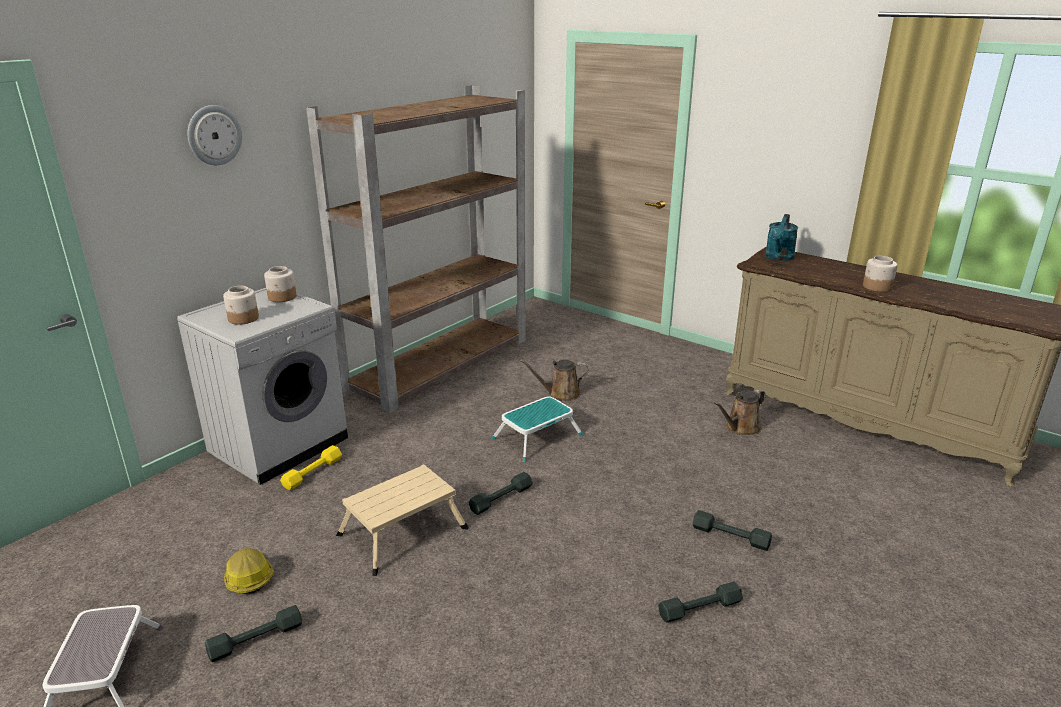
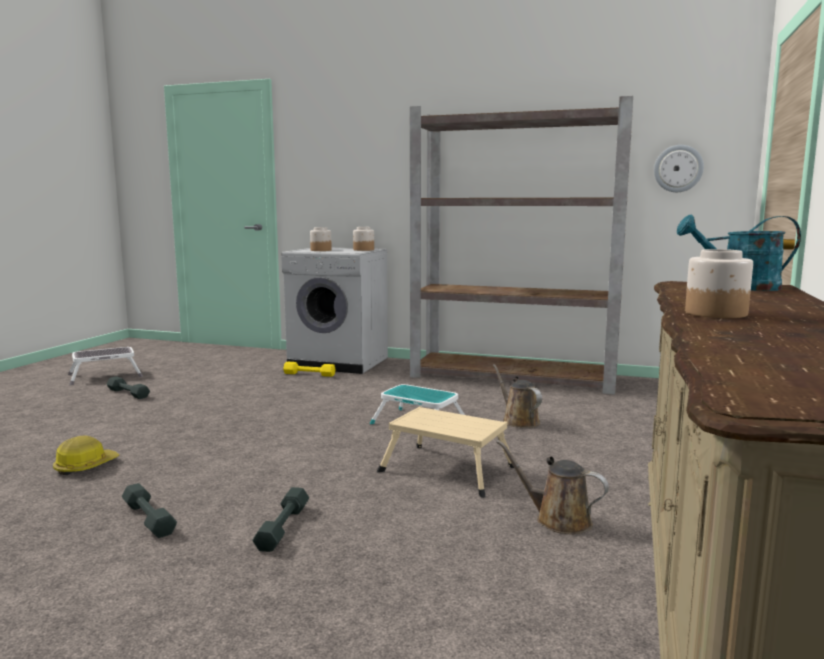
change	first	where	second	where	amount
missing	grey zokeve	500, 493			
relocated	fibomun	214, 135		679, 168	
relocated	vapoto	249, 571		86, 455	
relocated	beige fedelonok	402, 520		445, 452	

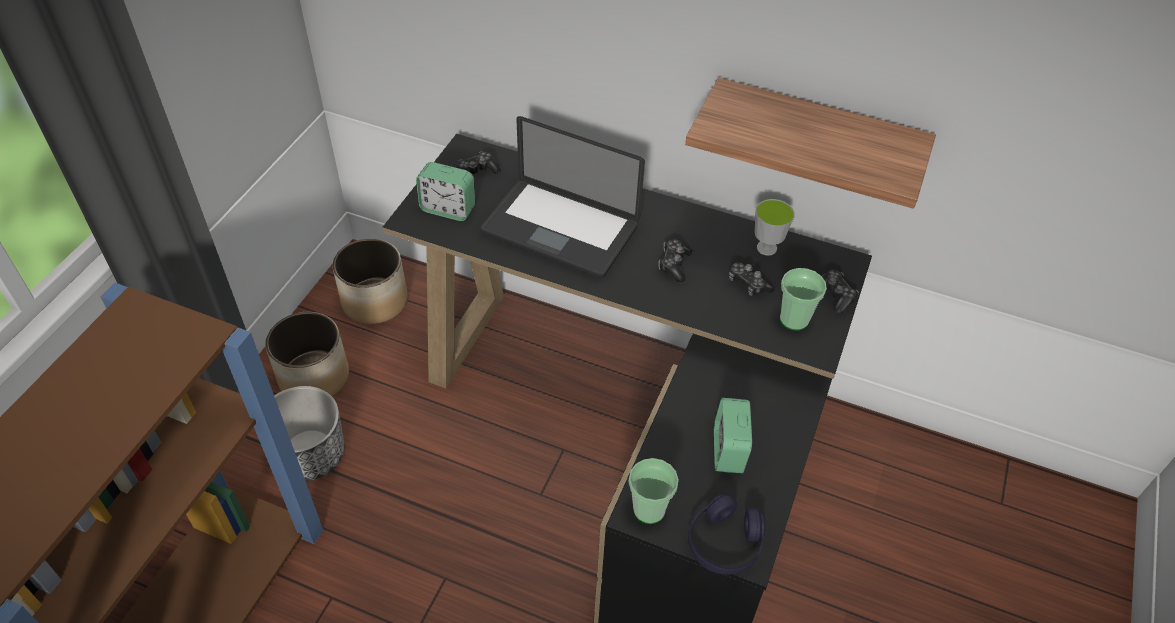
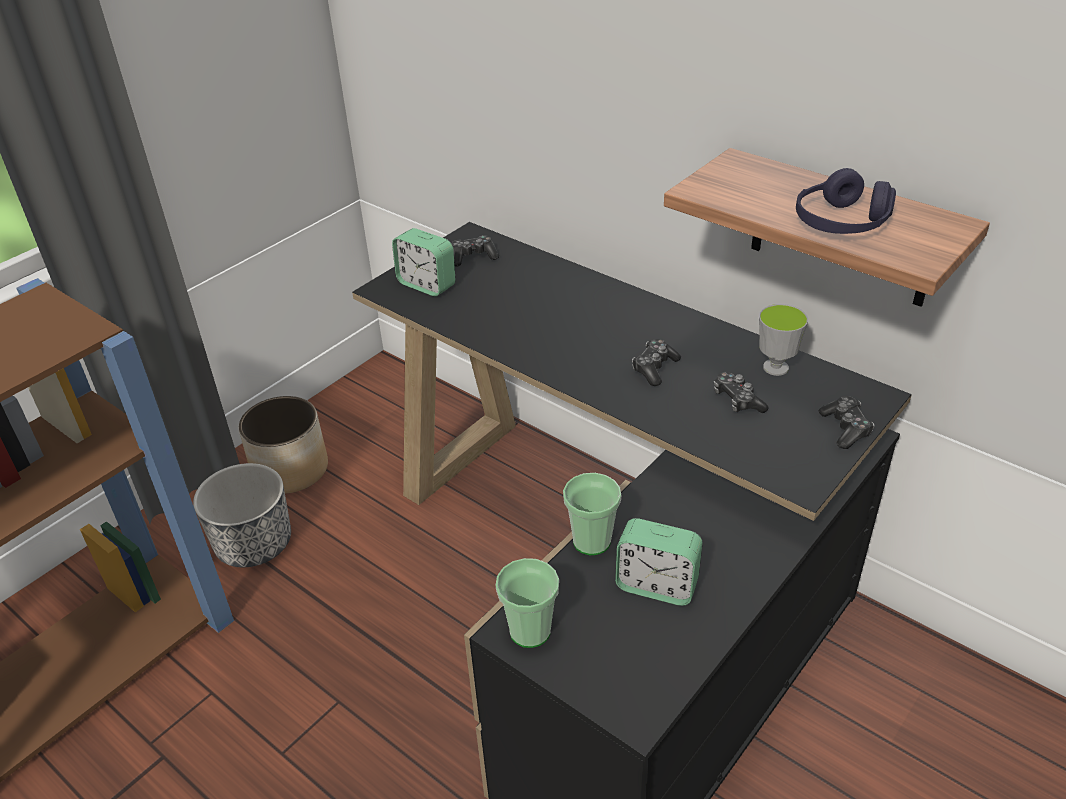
change	first	where	second	where	amount
missing	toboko	370, 281			
missing	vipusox	563, 197			
relocated	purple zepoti	727, 534		846, 201	
relocated	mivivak	803, 299		592, 514	
spun	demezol	733, 435		659, 562	90 degrees counterclockwise

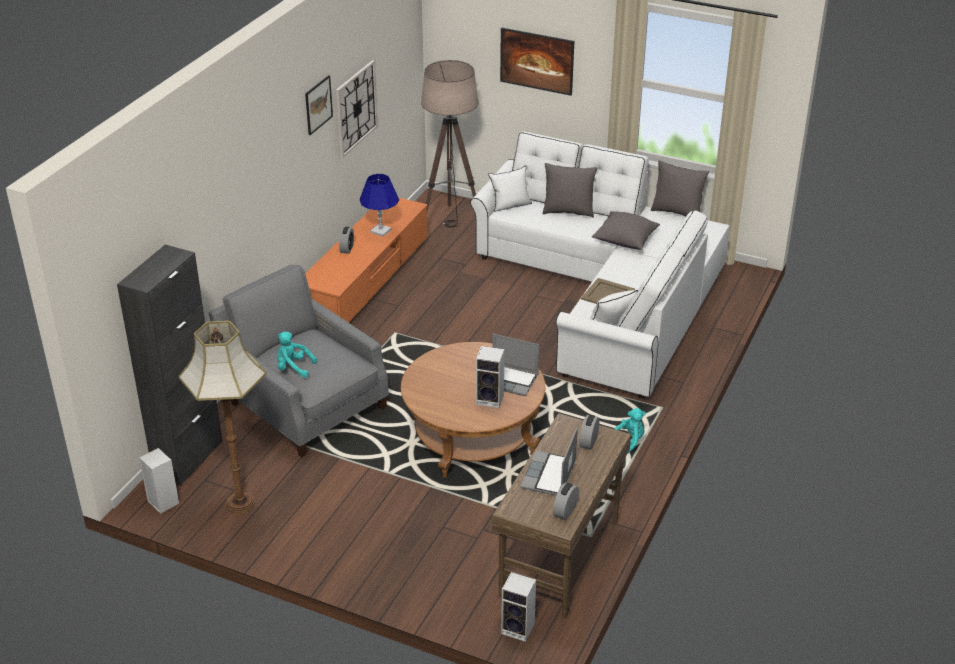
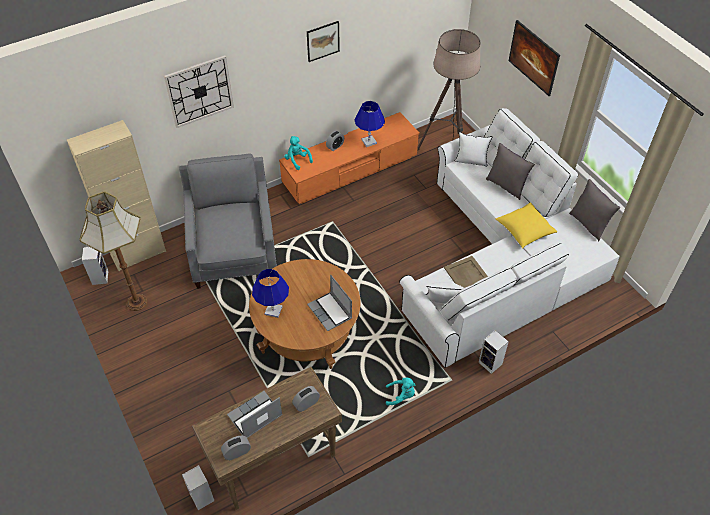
change	first	where	second	where	amount
appeared			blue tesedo	270, 293	
relocated	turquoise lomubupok	297, 354		298, 153	
relocated	fibomun	357, 109		199, 91	
relocated	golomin	490, 377		493, 352	
colour	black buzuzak	170, 365	beige buzuzak	116, 195	
colour	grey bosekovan	626, 230	yellow bosekovan	526, 225	

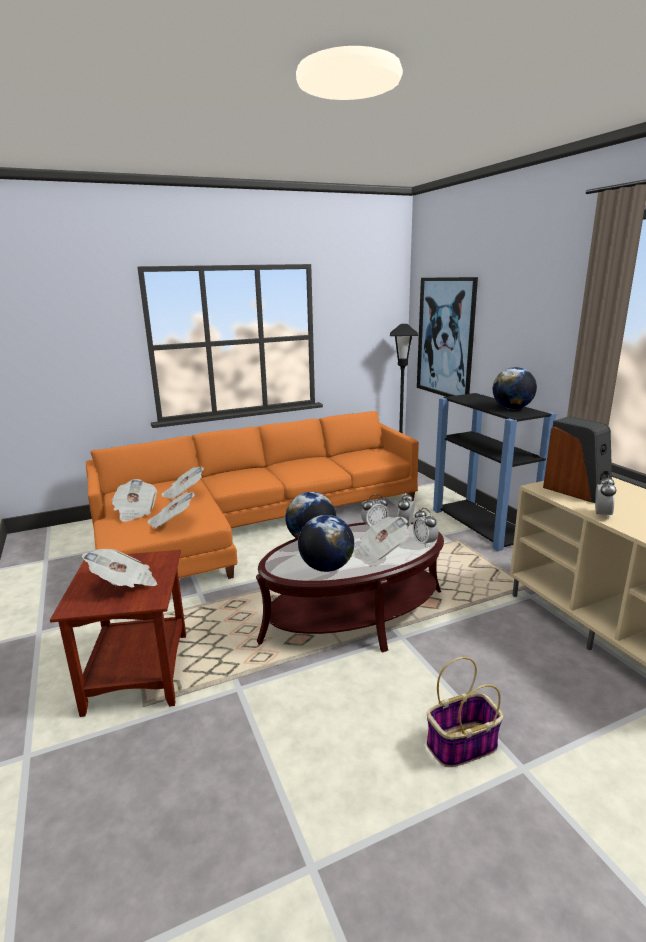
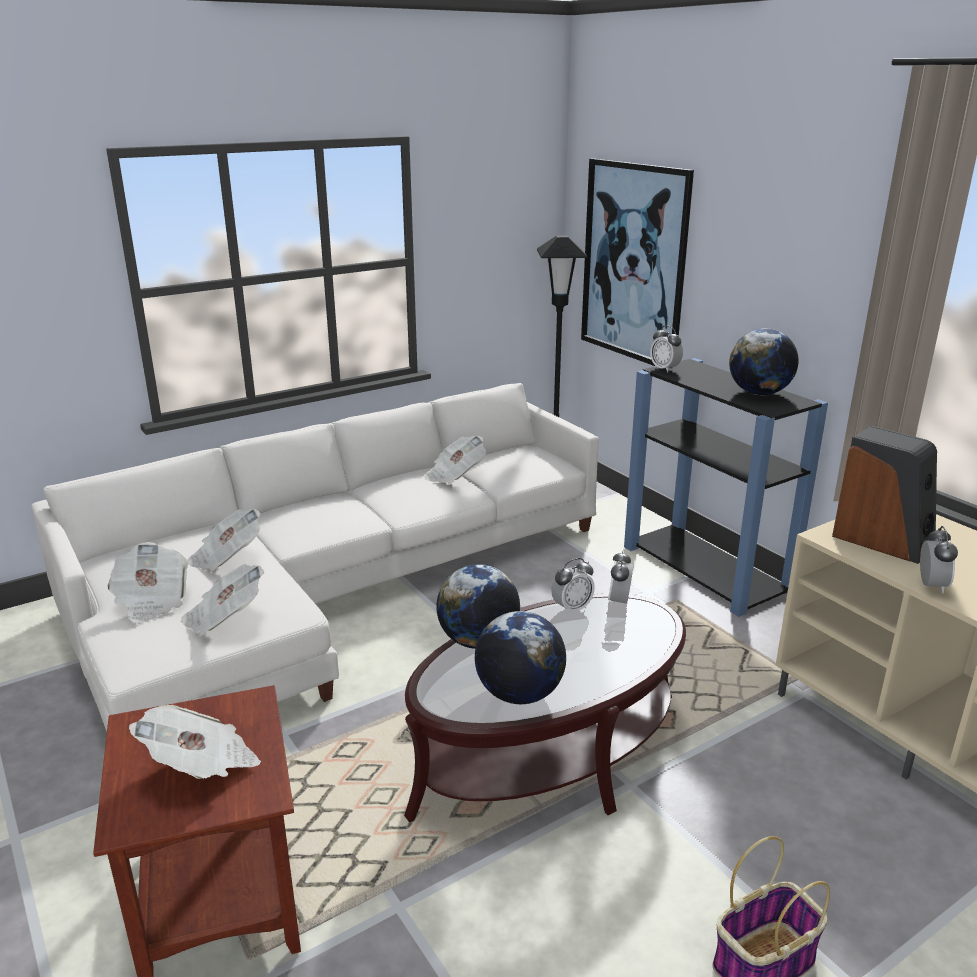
change	first	where	second	where	amount
relocated	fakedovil	380, 540		455, 460	
relocated	demezol	426, 527		666, 349	
colour	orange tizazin	252, 495	white tizazin	315, 557	

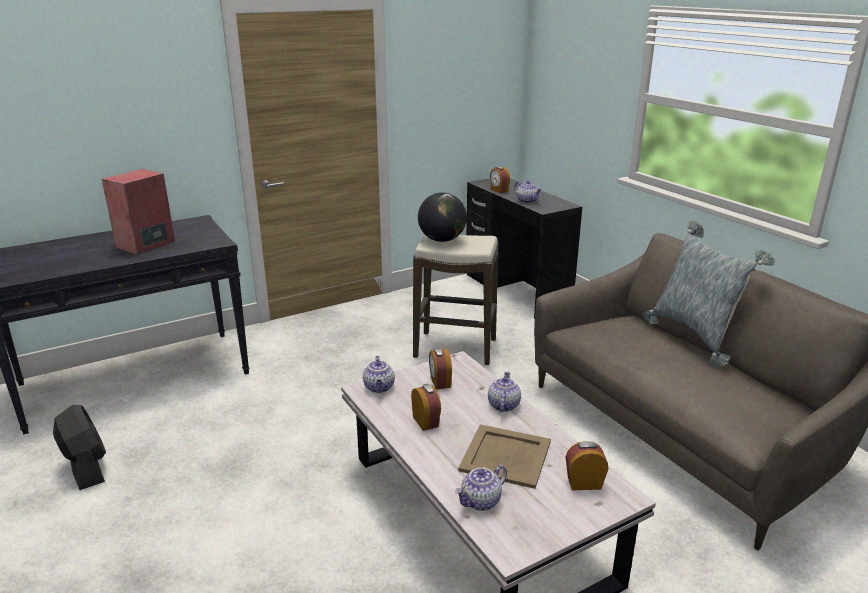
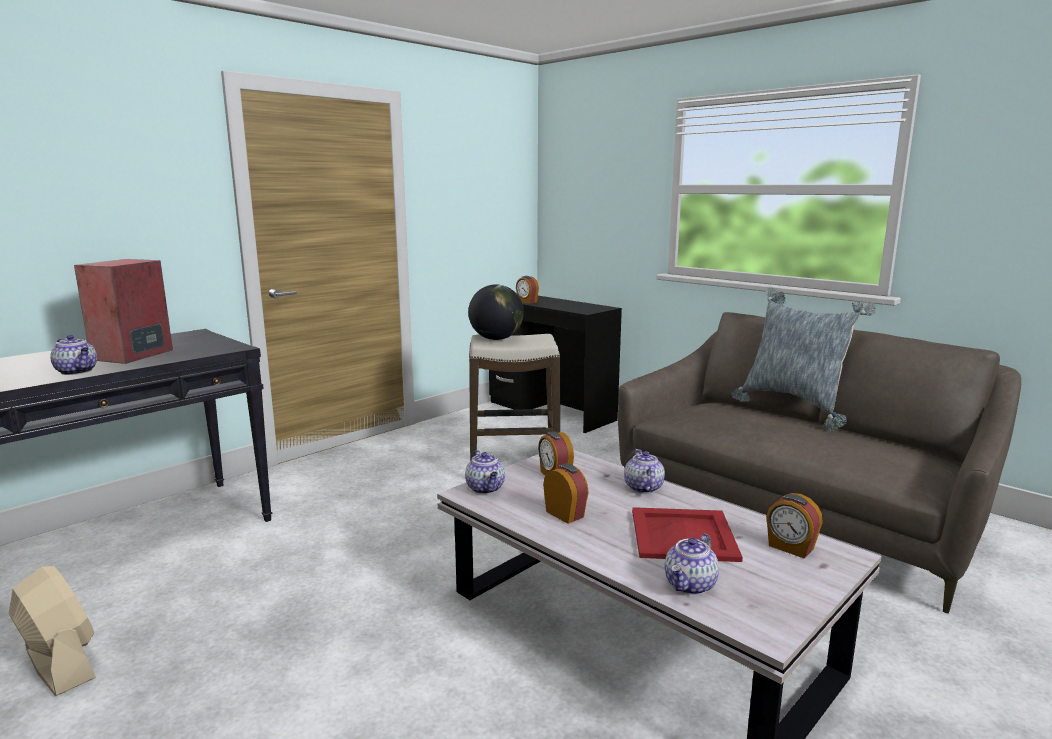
change	first	where	second	where	amount
relocated	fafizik	527, 192		73, 355	
colour	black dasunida	79, 447	beige dasunida	52, 631	
colour	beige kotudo	504, 456	red kotudo	687, 534	
spun	demezol	587, 465		794, 526	120 degrees counterclockwise

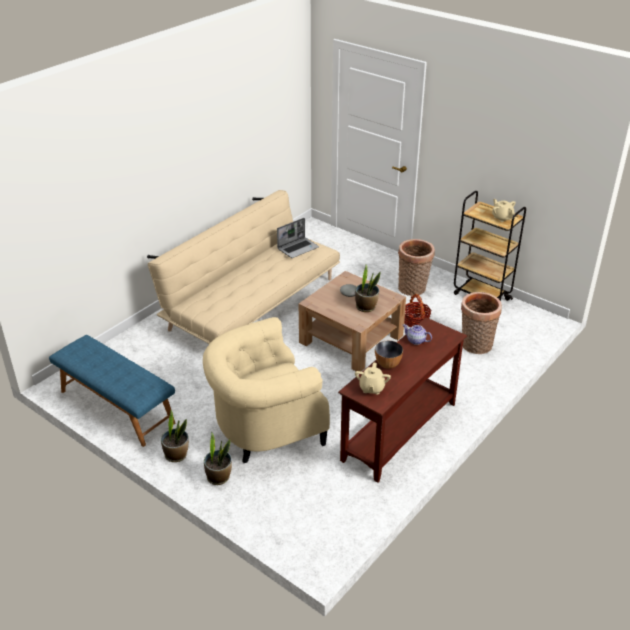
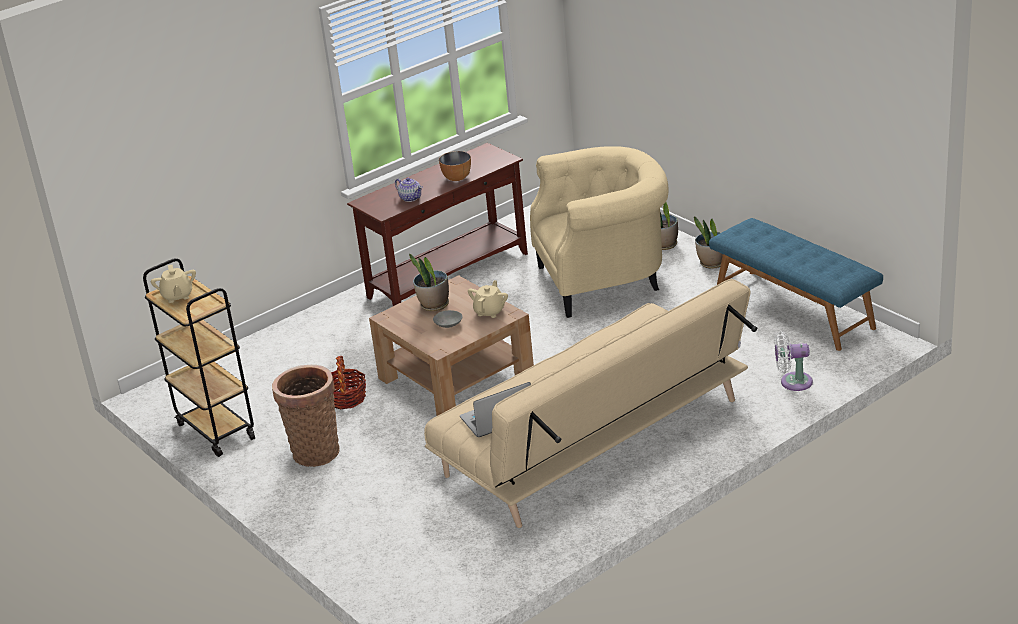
change	first	where	second	where	amount
missing	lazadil	481, 323			
appeared			white dasunida	793, 361	
relocated	beige fafizik	373, 379		488, 299	

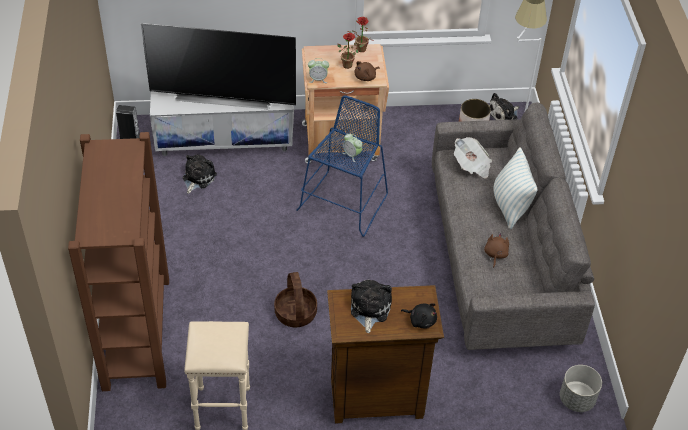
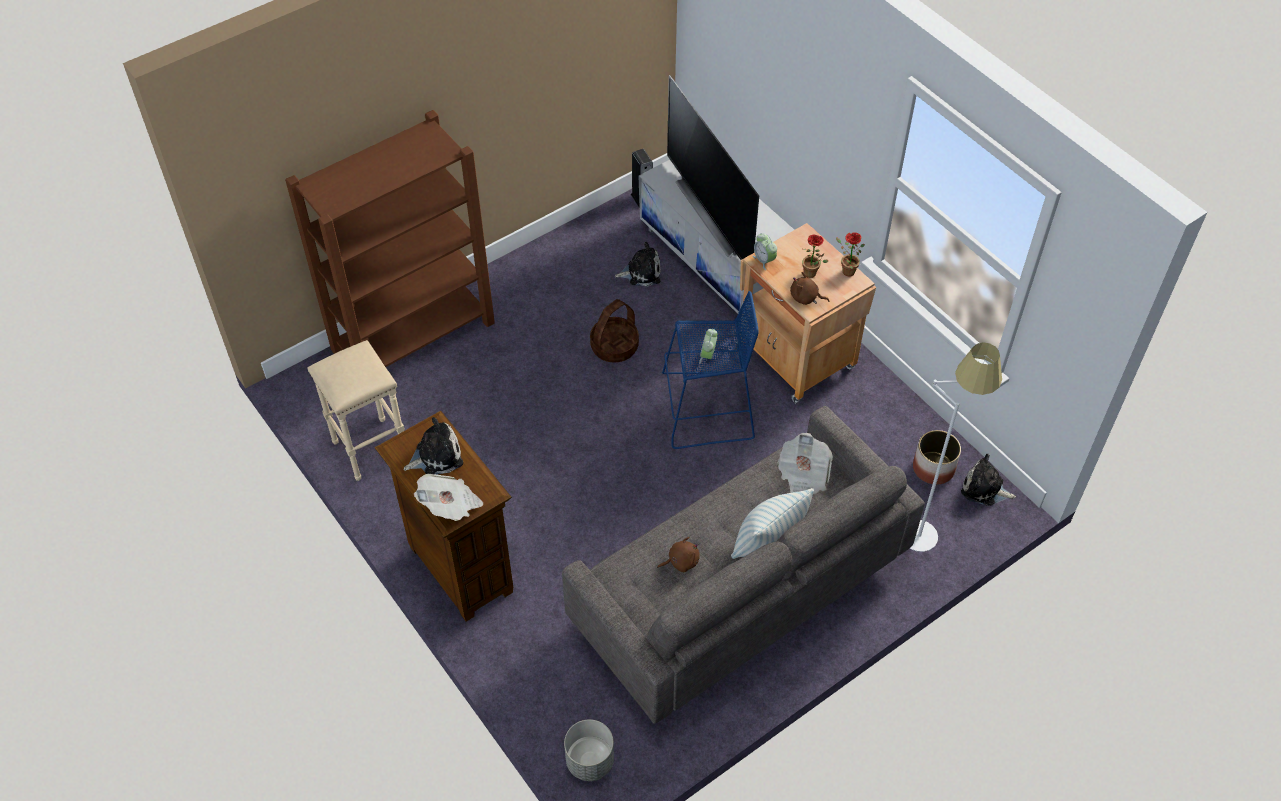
change	first	where	second	where	amount
relocated	lazadil	295, 300		614, 331	
exchanged	black lomubupok	419, 315	fakedovil	448, 497	

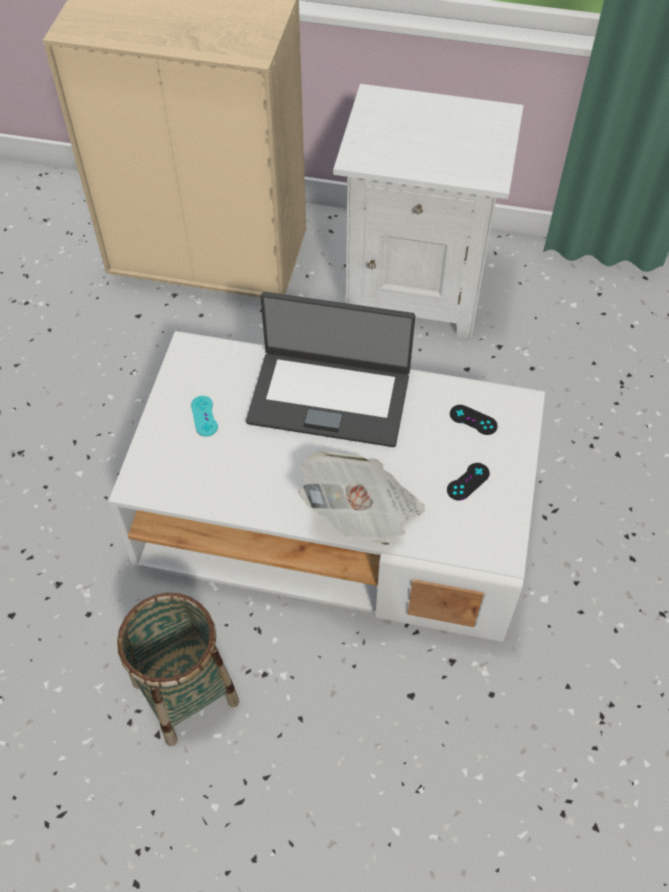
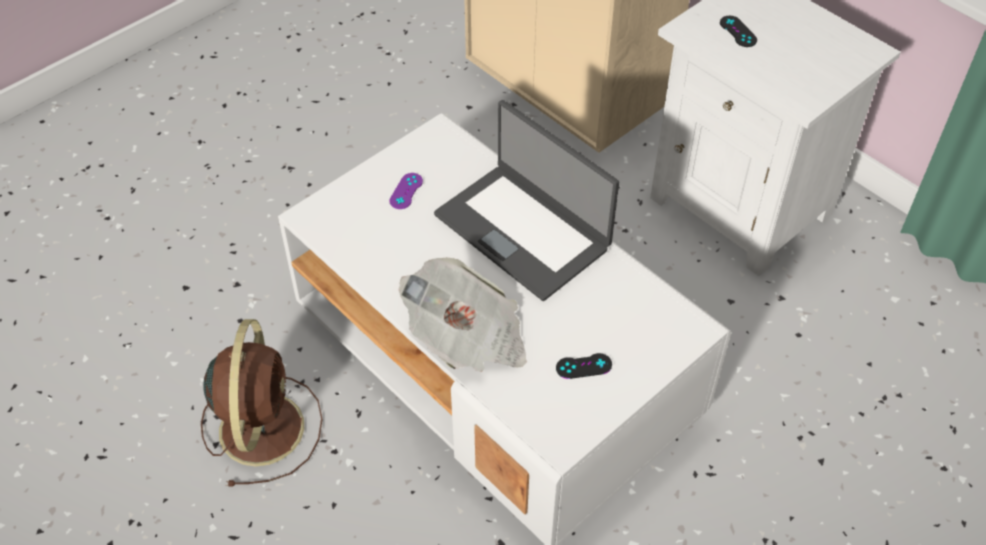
change	first	where	second	where	amount
relocated	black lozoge	474, 420		738, 31	
exchanged	lazadil	178, 669	brown dasunida	261, 403	
colour	turquoise lozoge	204, 416	purple lozoge	406, 191	

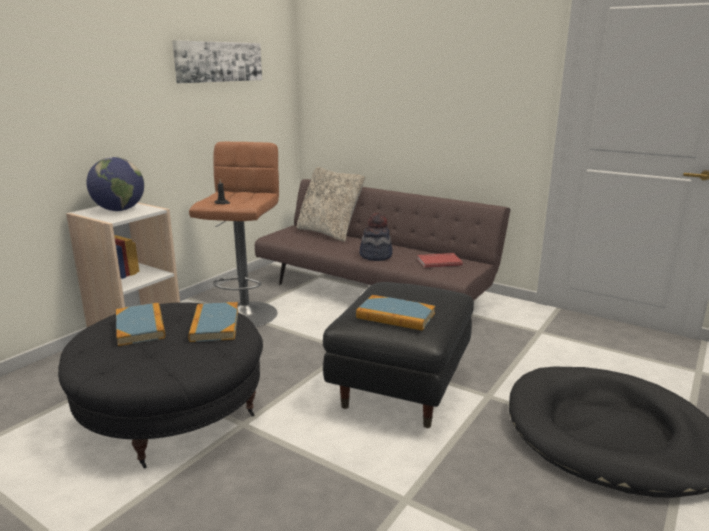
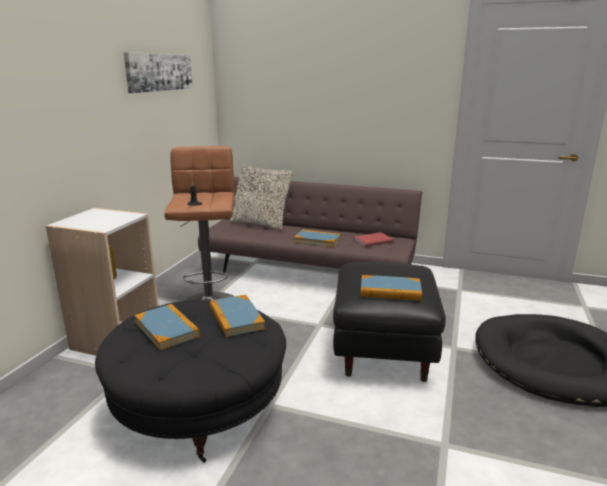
change	first	where	second	where	amount
missing	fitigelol	115, 184			
exchanged	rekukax	376, 237	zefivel	317, 238	

